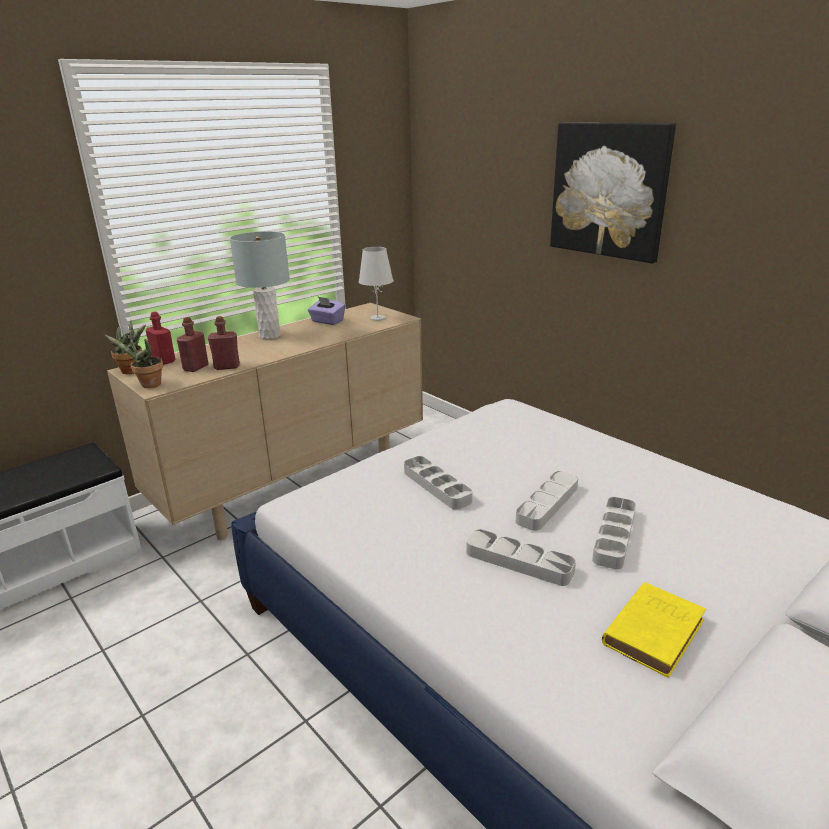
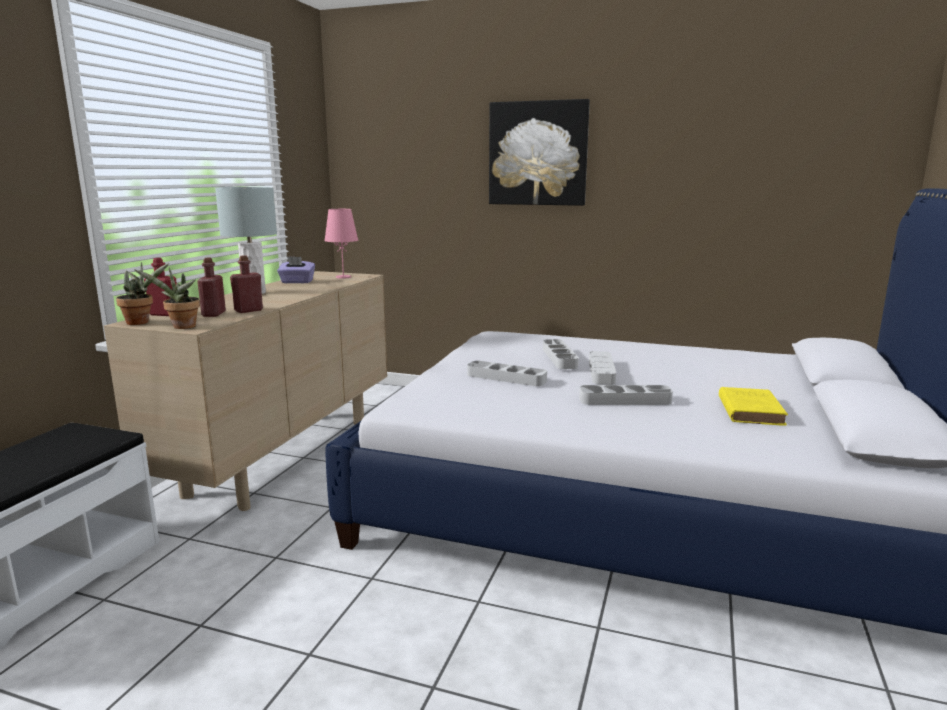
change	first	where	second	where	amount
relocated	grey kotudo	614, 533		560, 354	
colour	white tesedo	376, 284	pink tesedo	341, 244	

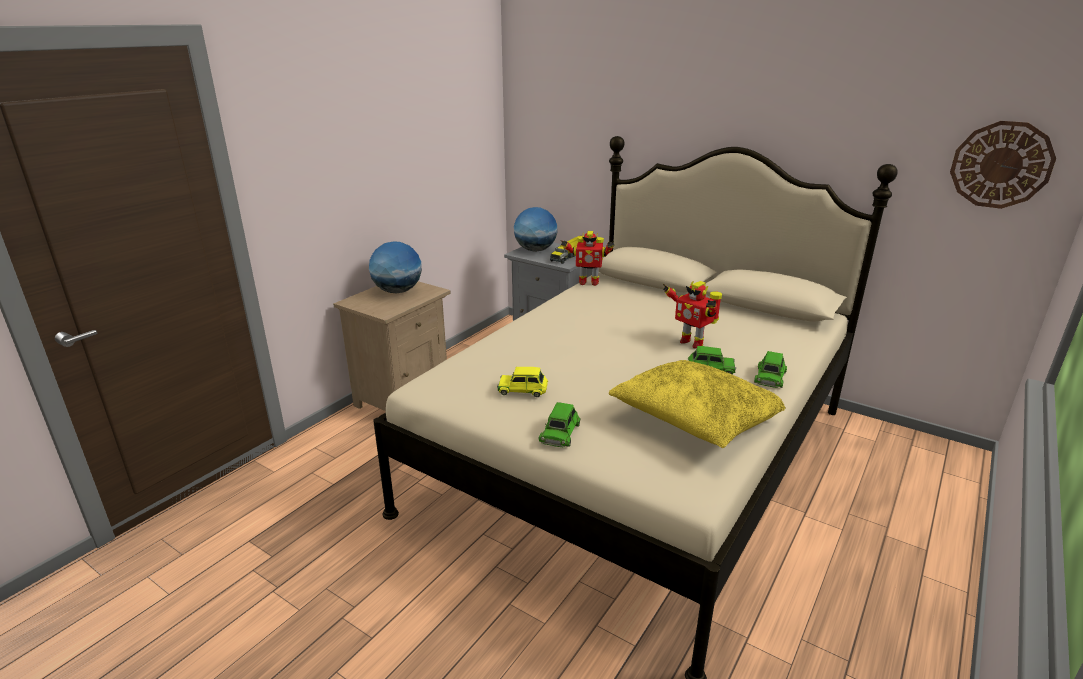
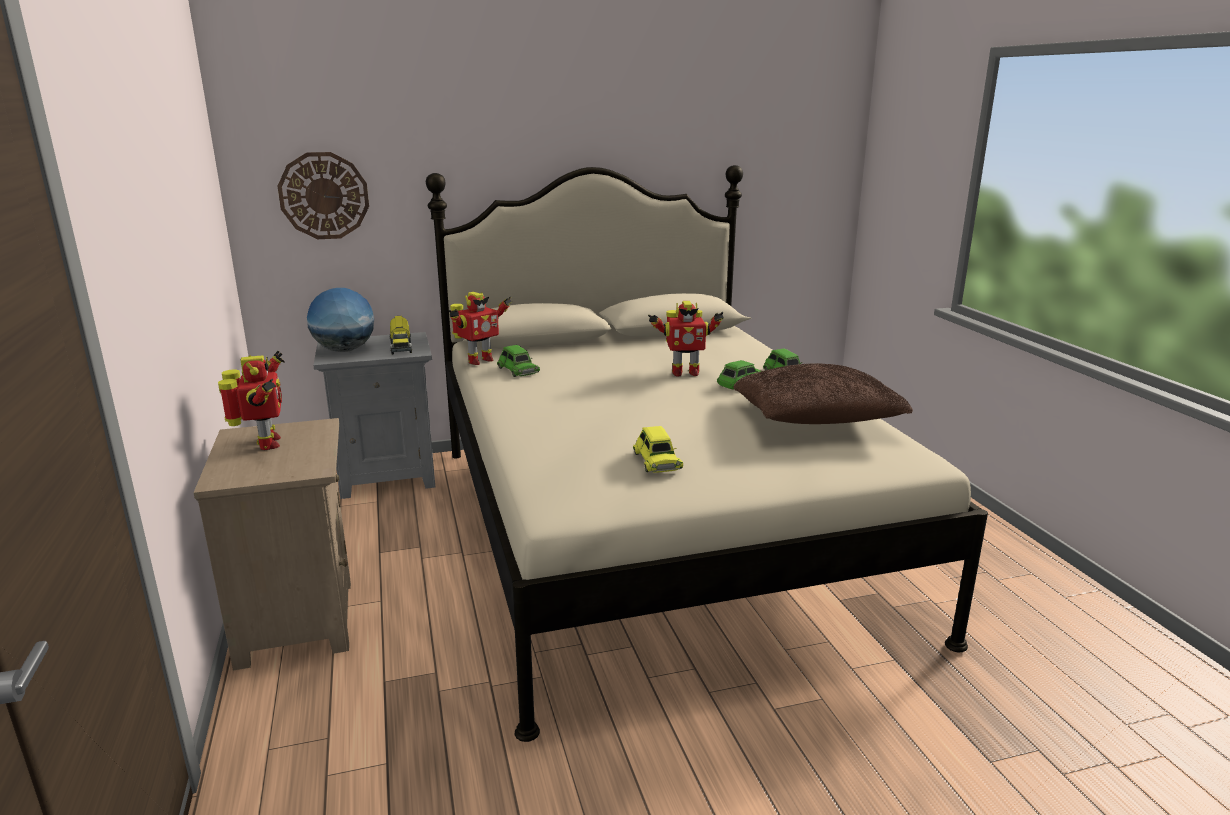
change	first	where	second	where	amount
relocated	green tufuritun	559, 424		518, 361	
relocated	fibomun	1003, 165		323, 195	
exchanged	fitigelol	395, 267	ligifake	251, 400	
colour	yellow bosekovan	697, 404	brown bosekovan	823, 393	
spun	yellow tufuritun	522, 382		658, 449	60 degrees counterclockwise

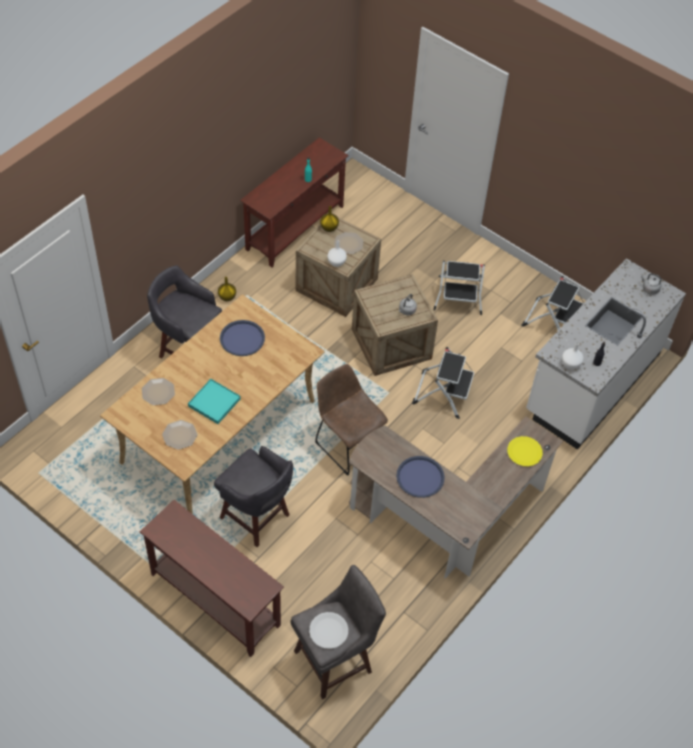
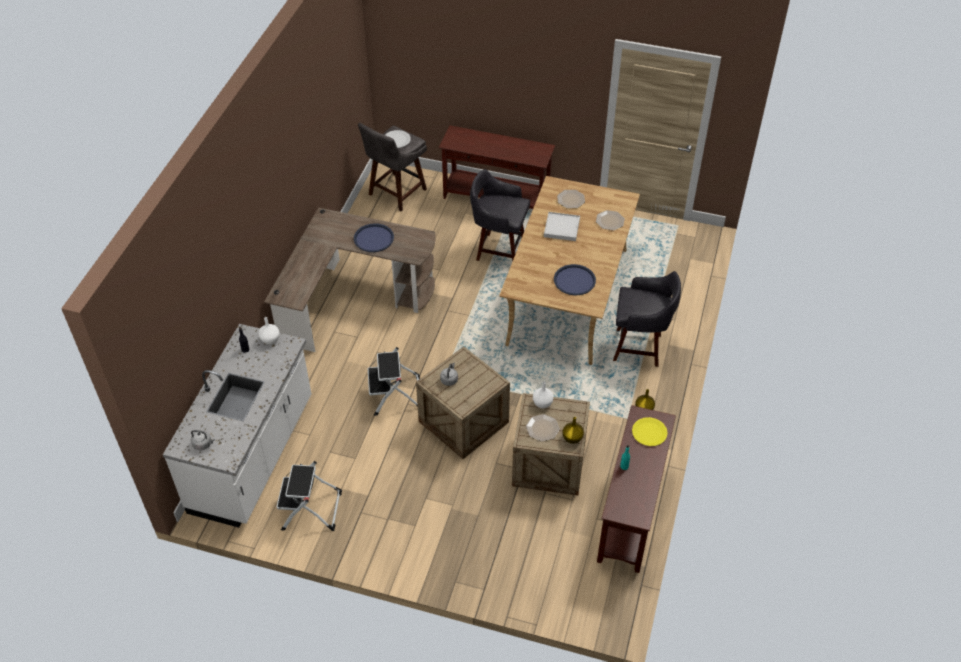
change	first	where	second	where	amount
missing	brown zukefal	351, 420			
missing	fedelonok	459, 288			
relocated	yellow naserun	525, 451		650, 431	
colour	turquoise kotudo	214, 401	white kotudo	562, 226	

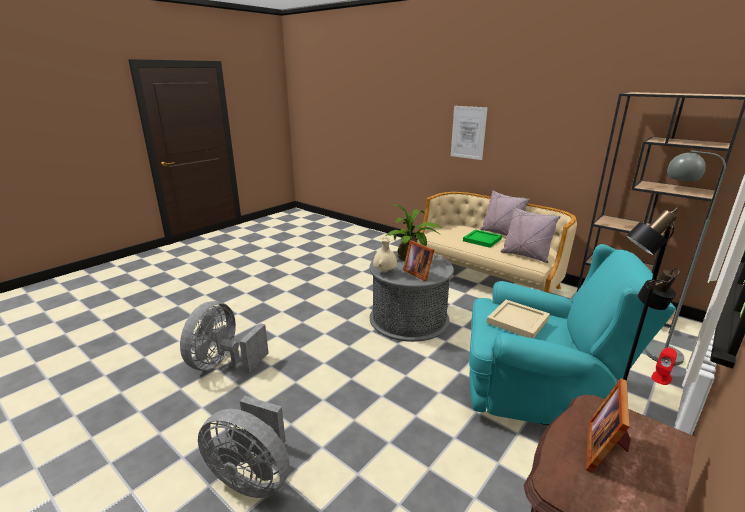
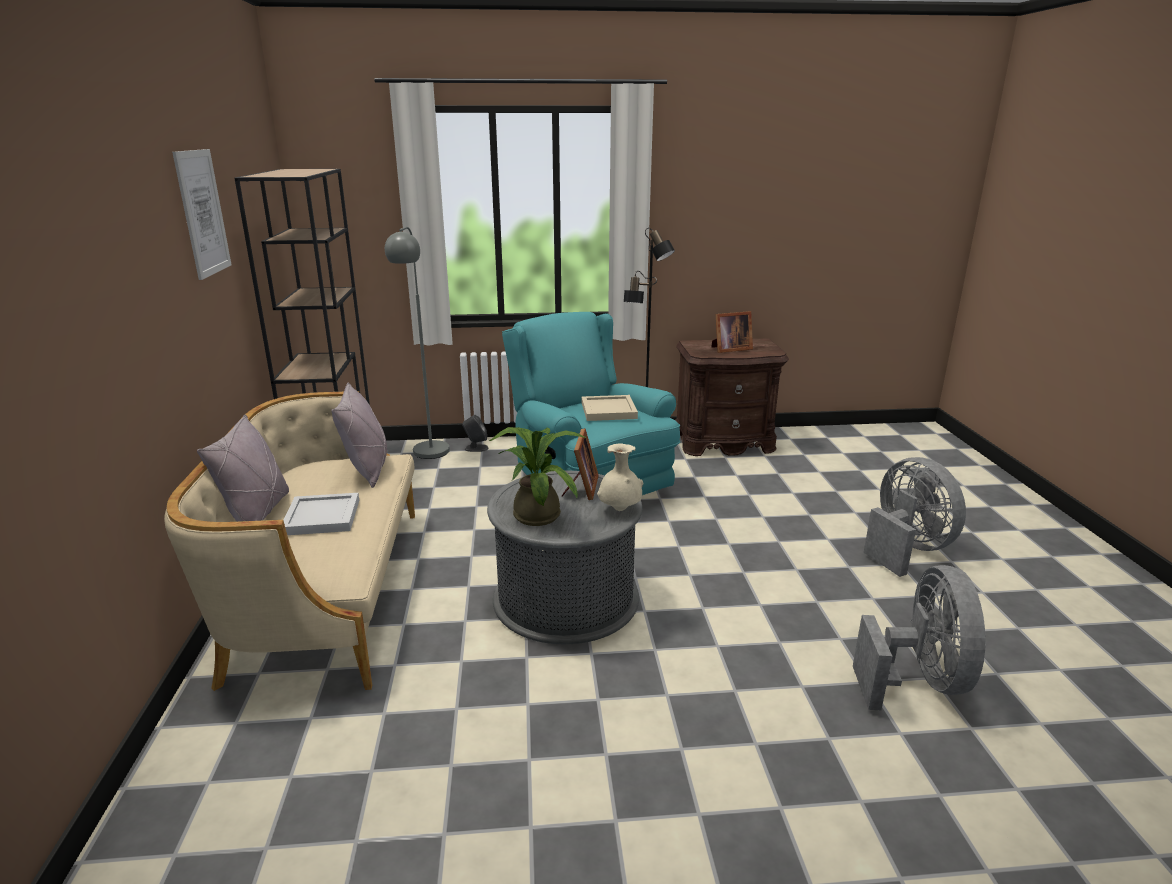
change	first	where	second	where	amount
relocated	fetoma	469, 133		202, 214	
colour	green kotudo	482, 238	white kotudo	321, 514	
colour	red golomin	664, 366	grey golomin	475, 433	
spun	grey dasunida	224, 337		919, 637	60 degrees counterclockwise

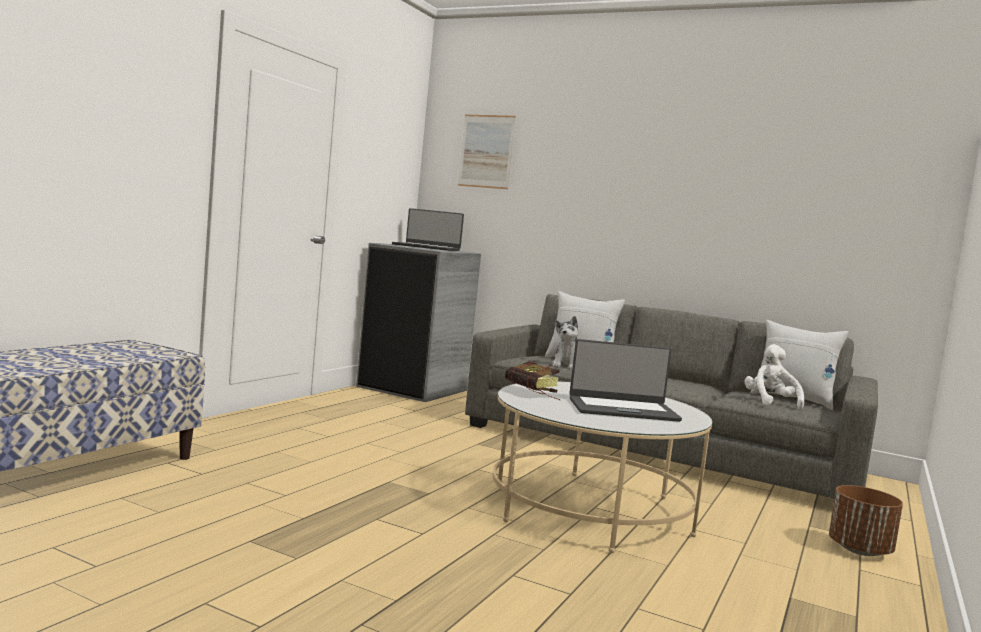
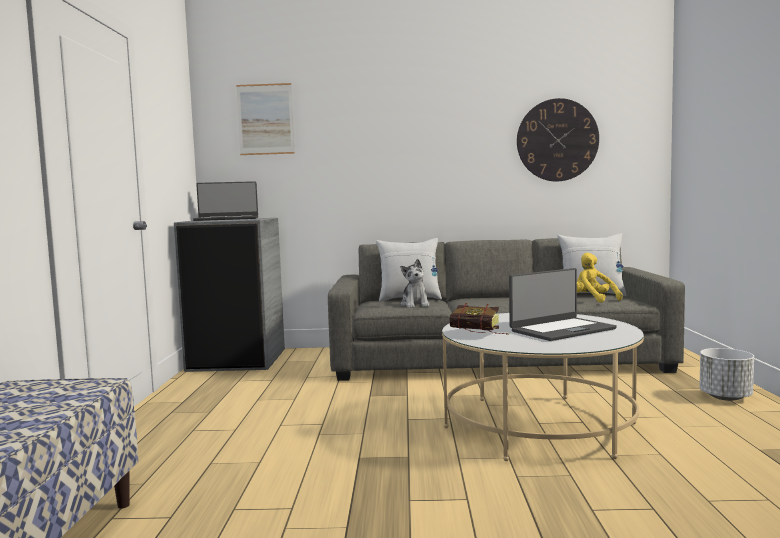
change	first	where	second	where	amount
appeared			fibomun	558, 139	
colour	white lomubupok	774, 377	yellow lomubupok	600, 277	
colour	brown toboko	866, 520	white toboko	726, 374	

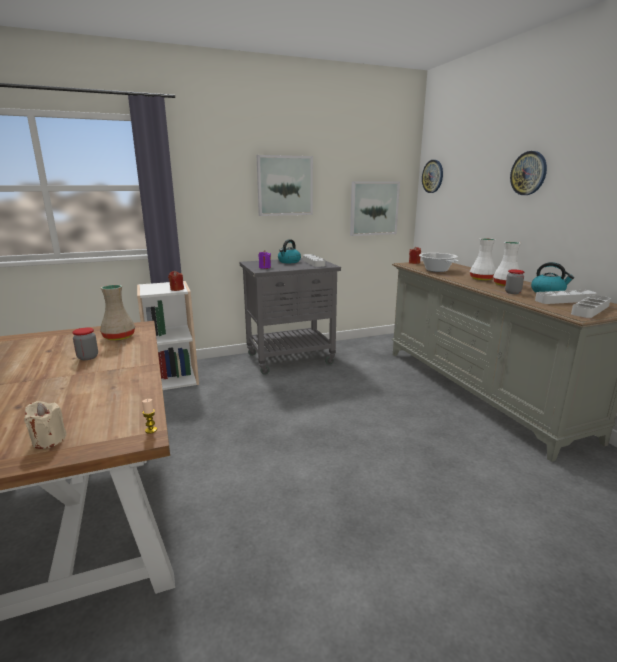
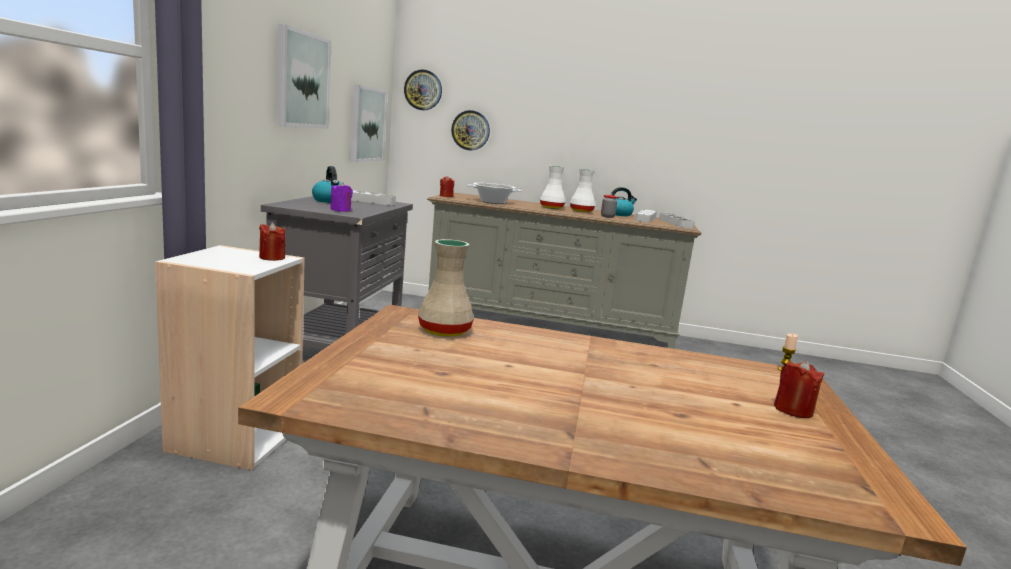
change	first	where	second	where	amount
missing	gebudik	85, 344			
relocated	fibomun	528, 173		470, 130	
colour	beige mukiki	45, 425	red mukiki	799, 389	

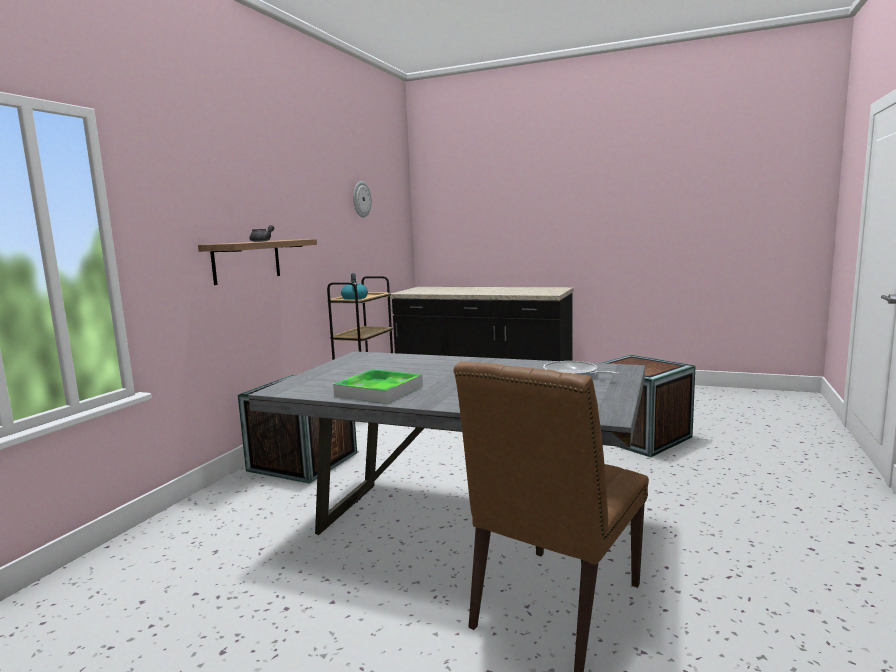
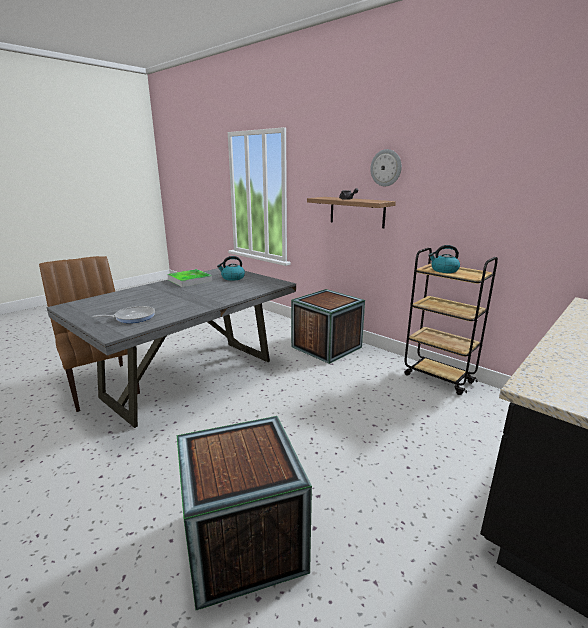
change	first	where	second	where	amount
appeared			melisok	231, 268	
relocated	fibomun	362, 199		386, 167	

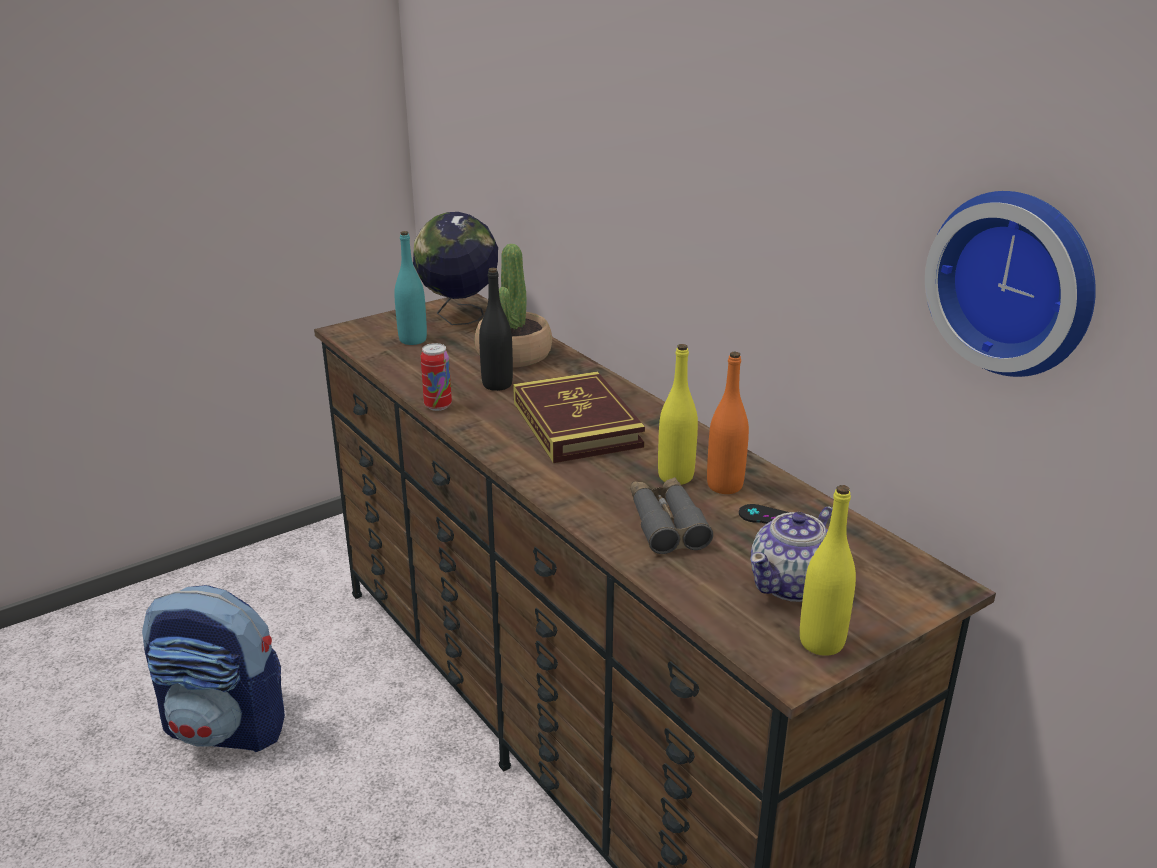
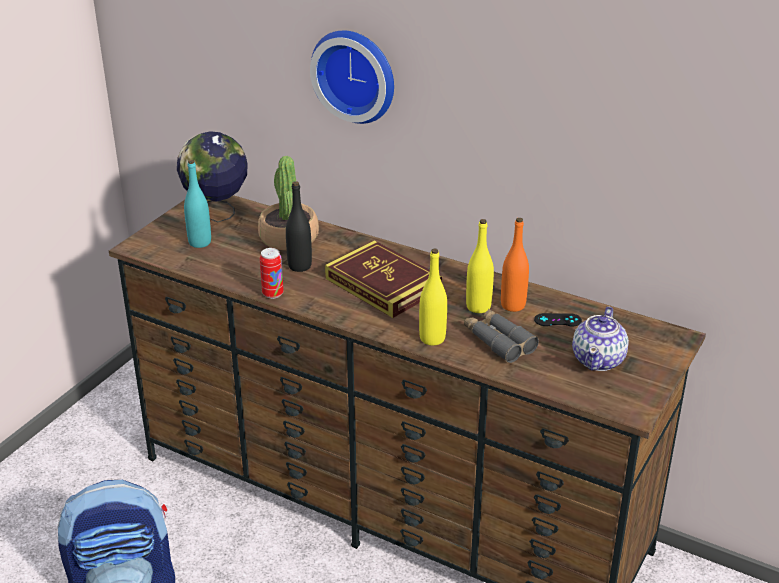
change	first	where	second	where	amount
relocated	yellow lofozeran	828, 570		433, 296	
relocated	fibomun	1010, 284		352, 77	

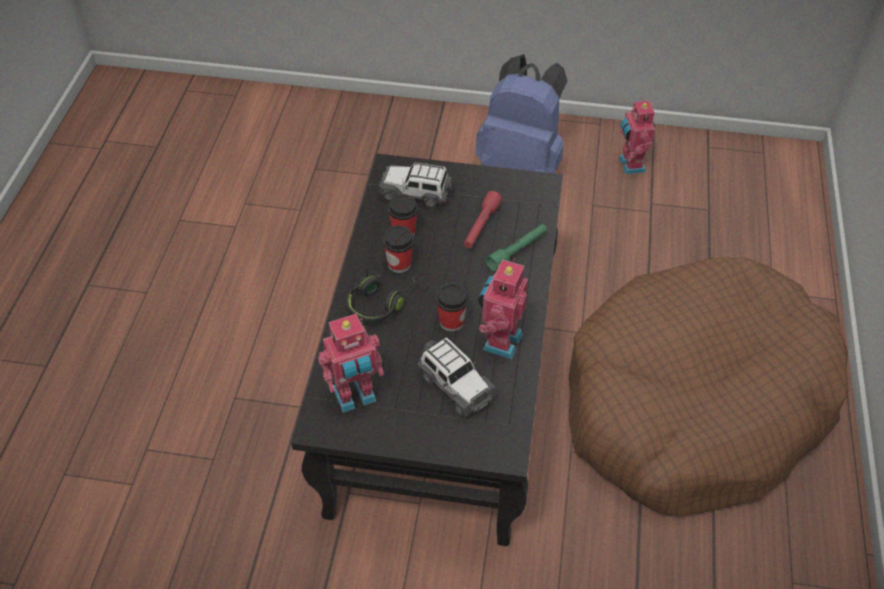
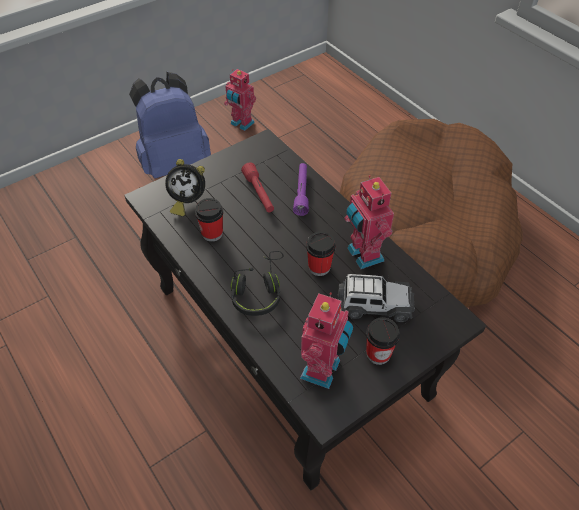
change	first	where	second	where	amount
relocated	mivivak	398, 249		383, 341	
exchanged	tufuritun	415, 185	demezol	185, 187	
colour	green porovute	516, 248	purple porovute	301, 189	

